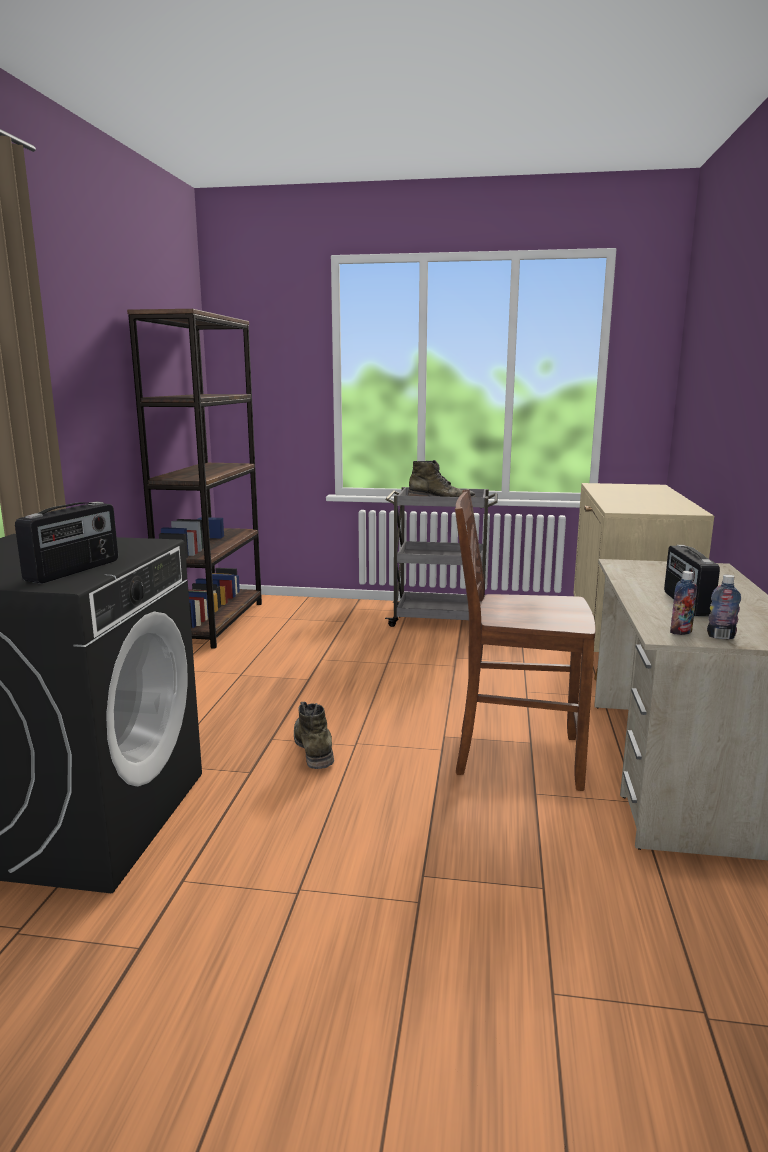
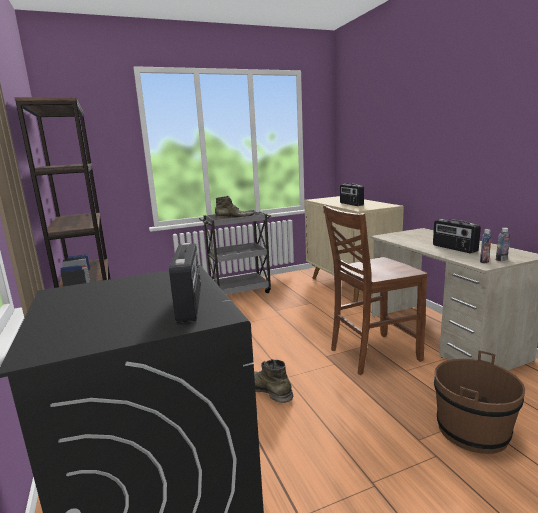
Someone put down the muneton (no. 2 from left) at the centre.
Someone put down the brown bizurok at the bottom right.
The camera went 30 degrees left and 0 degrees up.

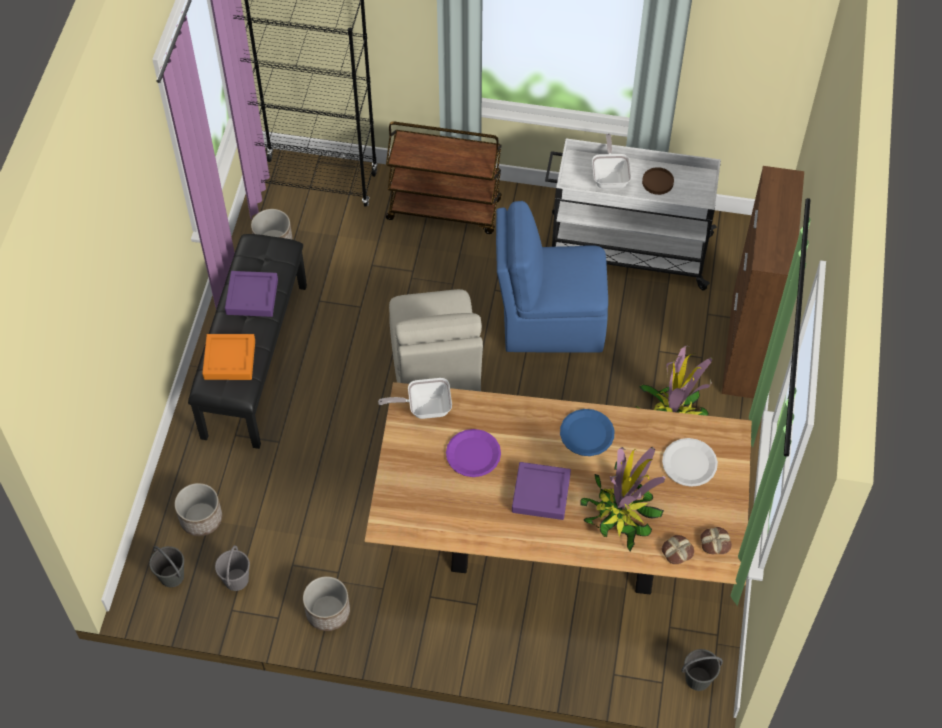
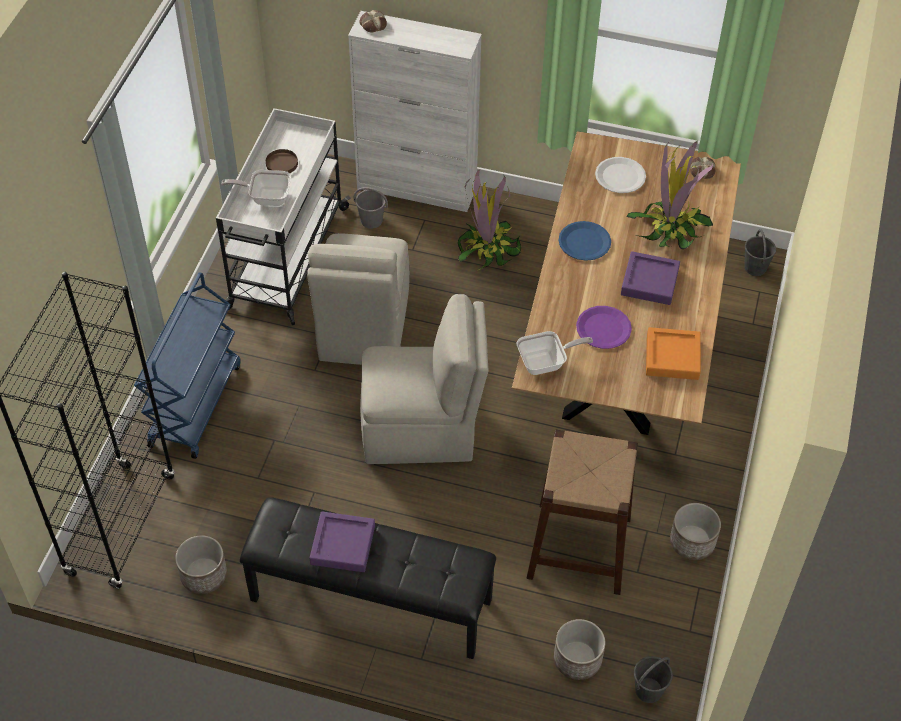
Someone put down the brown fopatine at the bottom centre.
Someone carried the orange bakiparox from the middle left to the middle right.
Someone carried the grey bizurok (no. 2 from left in the first image) from the bottom left to the top centre.
Someone carried the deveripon (no. 1 from left) from the bottom right to the top centre.
Someone repainted the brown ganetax at the top centre, which became the blue ganetax at the middle left.
Someone repainted the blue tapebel at the centre, which became the beige tapebel (no. 1 from left) at the centre.
Someone repainted the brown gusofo at the middle right, which became the white gusofo at the top centre.
Someone rotated the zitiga (no. 1 from left in the first image) at the centre by 105 degrees counterclockwise.
The camera went 85 degrees left and 5 degrees down.

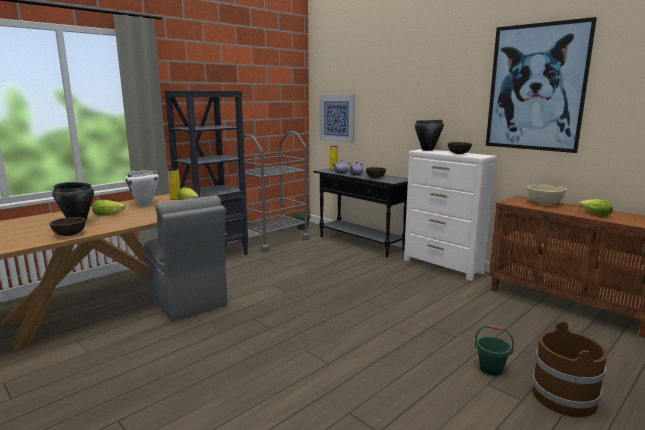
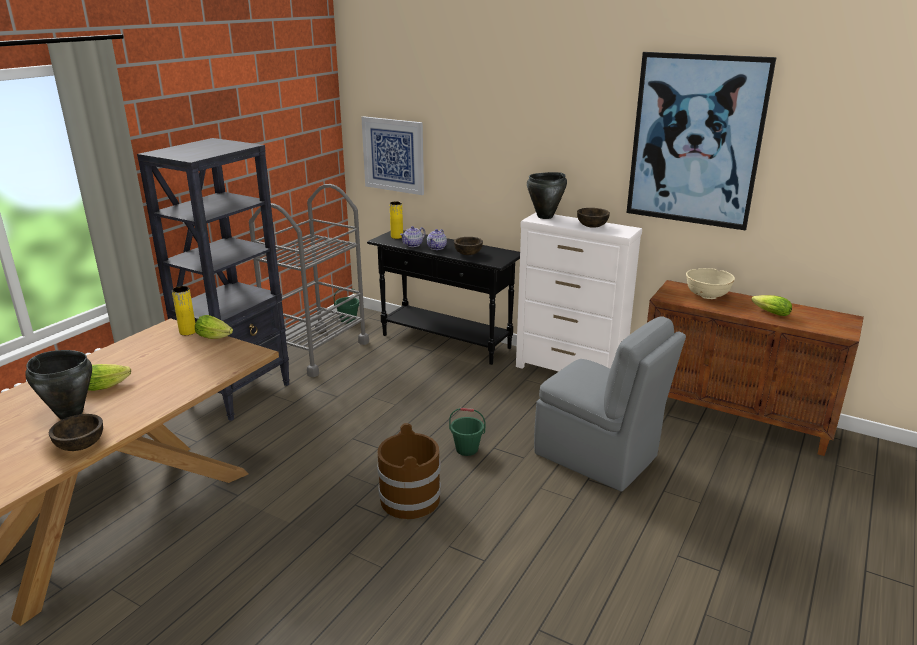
Someone took away the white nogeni at the middle left.
Someone carried the grey tapebel from the middle left to the centre.
Someone carried the green bizurok (no. 2 from left) from the bottom right to the bottom centre.
Someone carried the brown bizurok from the bottom right to the bottom centre.
The camera went 15 degrees left and 10 degrees up.

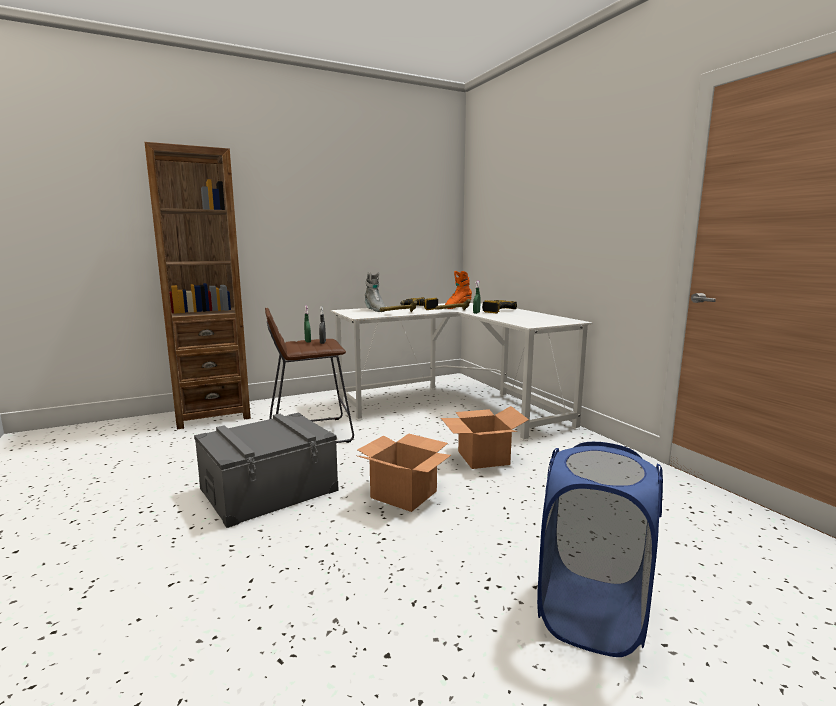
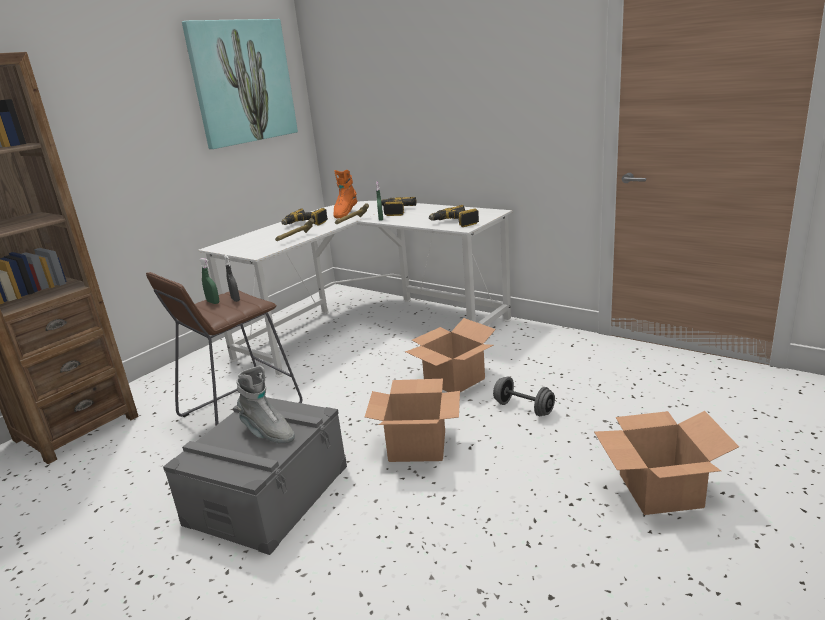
Someone put up the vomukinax at the top left.
Someone put down the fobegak (no. 3 from left) at the centre.
Someone put down the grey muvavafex at the centre.
Someone carried the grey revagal from the centre to the middle left.
Someone swapped the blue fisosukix at the bottom right for the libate (no. 3 from left) at the bottom right.
The camera went 25 degrees left and 10 degrees up.

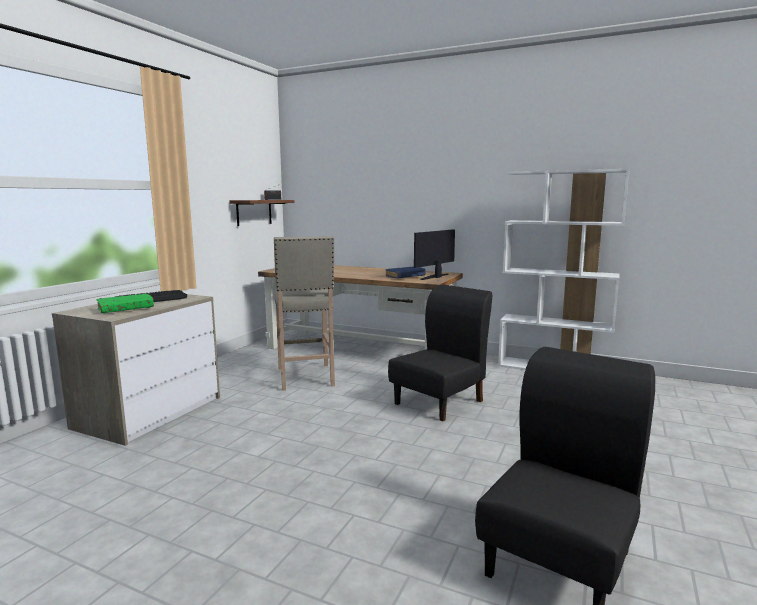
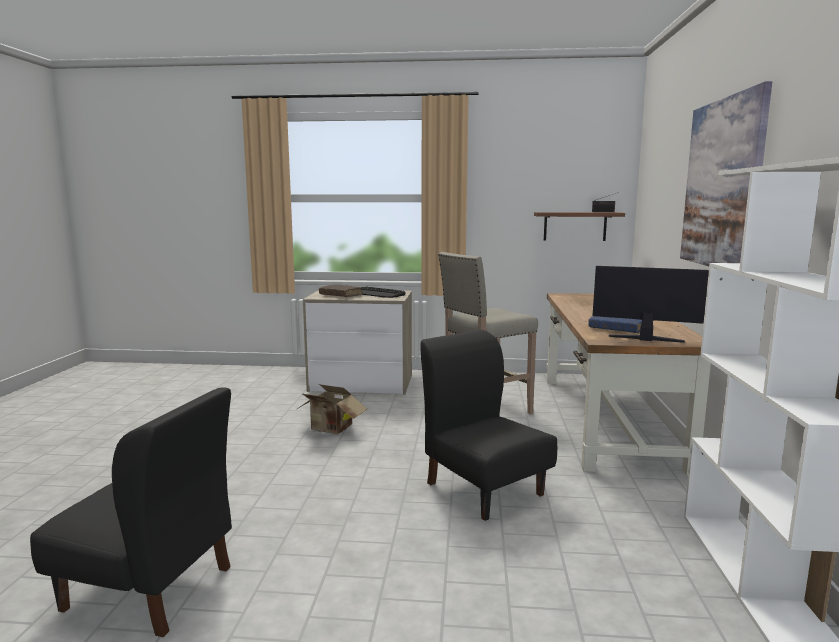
Someone put down the libate at the centre.
Someone put up the vomukinax at the top right.
Someone repainted the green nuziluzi at the middle left, which became the brown nuziluzi at the centre.
Someone rotated the black tapebel (no. 1 from left in the first image) at the centre by 150 degrees counterclockwise.
The camera went 70 degrees right and 0 degrees up.

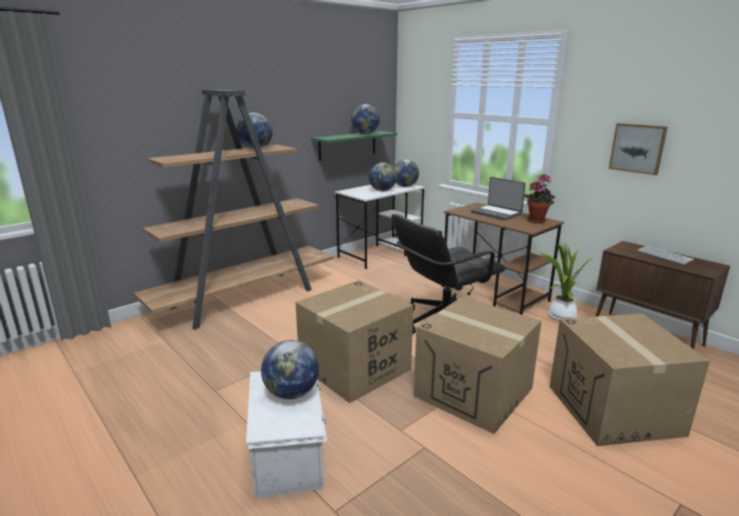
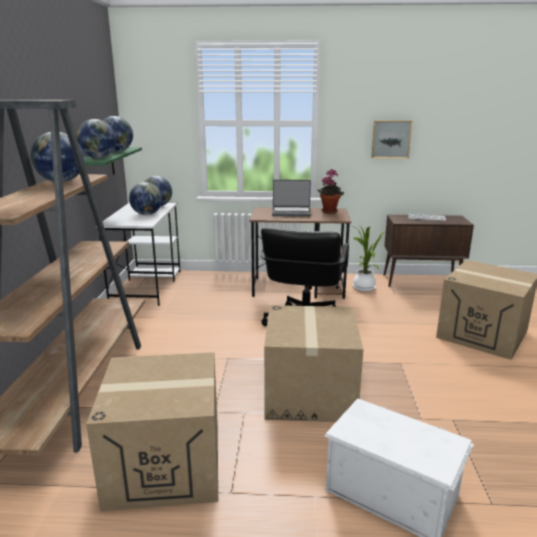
Someone carried the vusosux (no. 2 from left) from the bottom centre to the top left.
Someone carried the libate (no. 2 from left in the first image) from the bottom centre to the bottom left.
The camera went 45 degrees left and 0 degrees up.

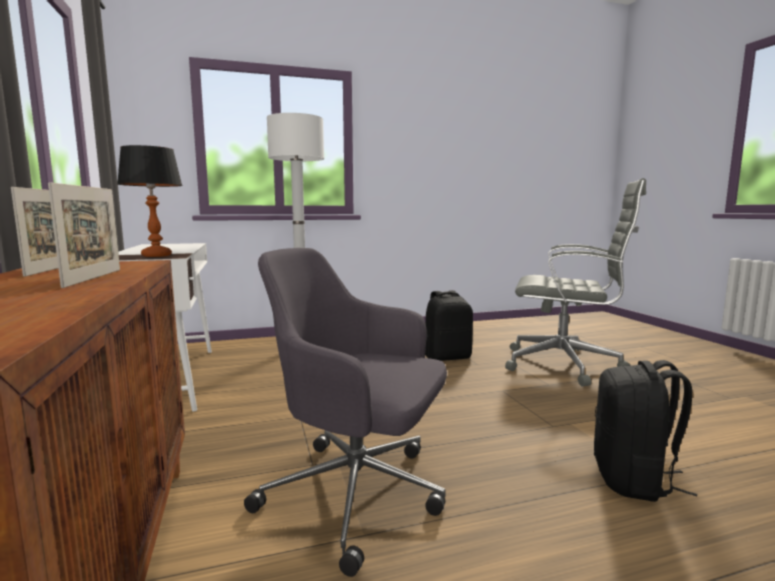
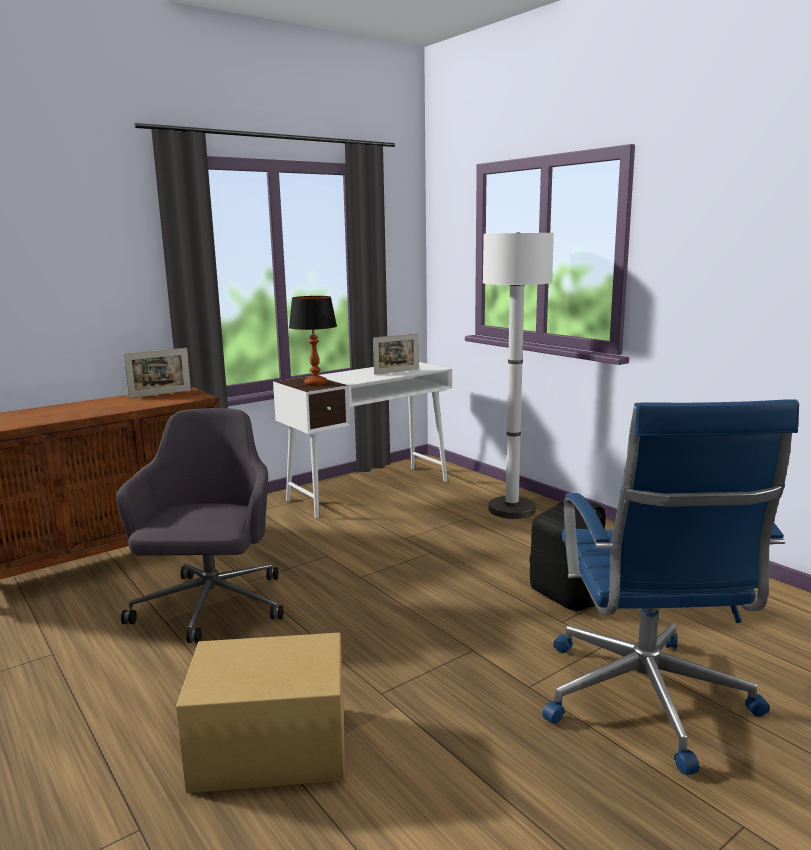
Someone carried the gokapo (no. 2 from left) from the middle left to the centre.
Someone swapped the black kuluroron (no. 2 from left) at the bottom right for the libate at the bottom left.
Someone repainted the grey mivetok (no. 2 from left) at the middle right, which became the blue mivetok at the bottom right.
The camera went 70 degrees right and 5 degrees up.

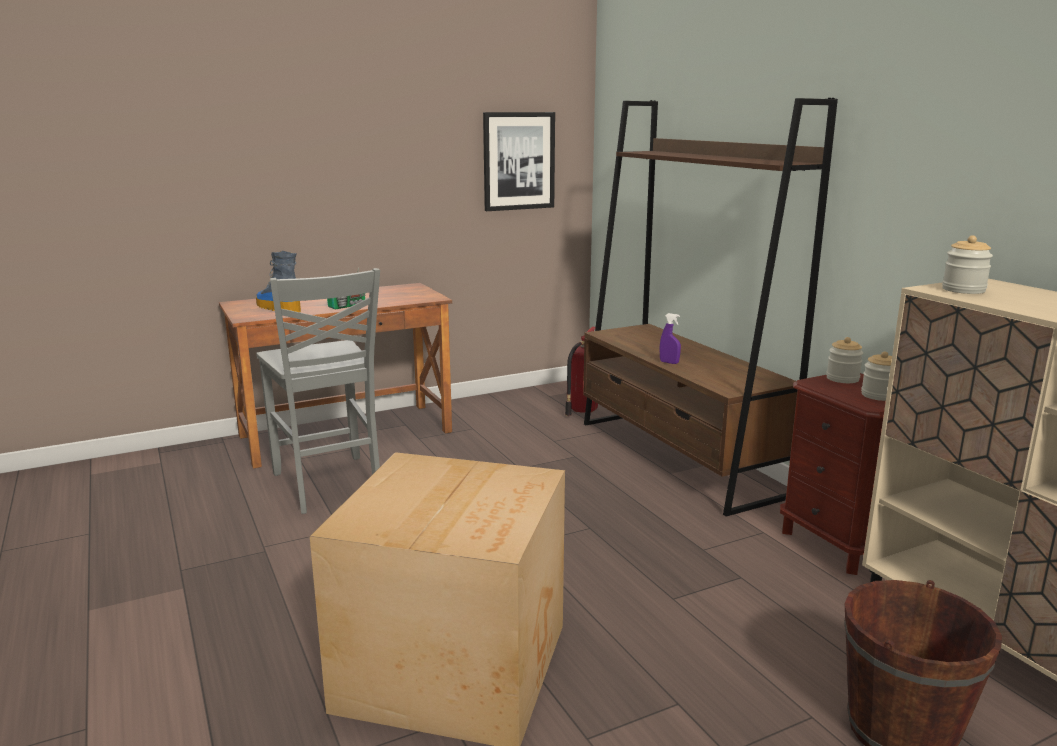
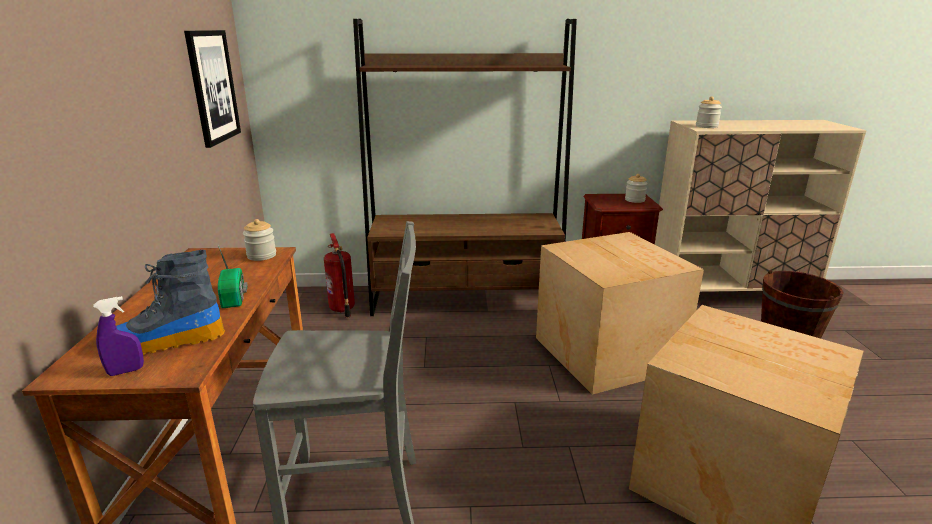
Someone put down the libate (no. 1 from left) at the centre.
Someone carried the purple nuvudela from the centre to the middle left.
Someone carried the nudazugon (no. 1 from left) from the middle right to the middle left.
The camera went 65 degrees left and 5 degrees up.

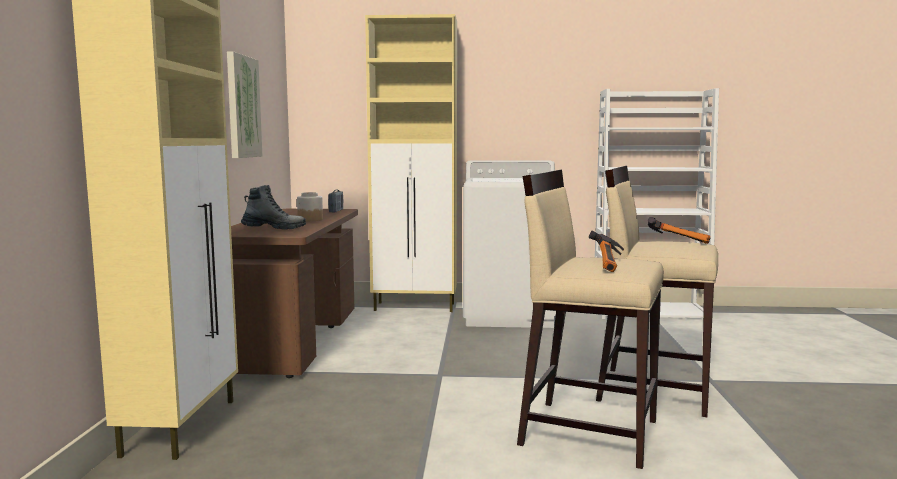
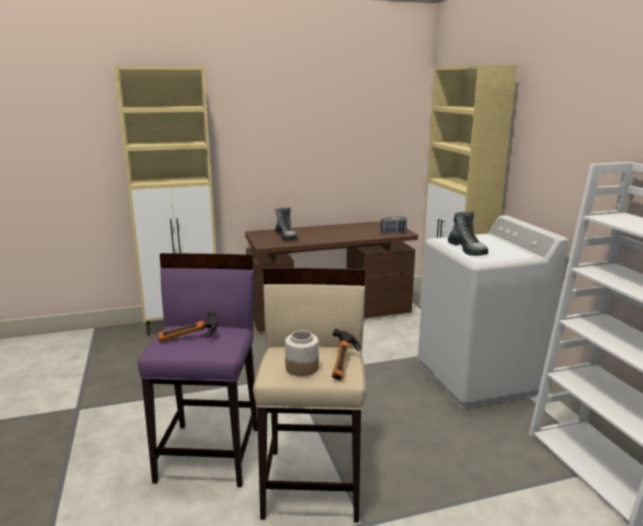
Someone took away the vomukinax at the top left.
Someone put down the revagal (no. 2 from left) at the middle right.
Someone carried the nudazugon from the centre to the bottom centre.
Someone repainted the beige fopatine (no. 1 from left) at the centre, which became the purple fopatine at the bottom left.
The camera went 70 degrees right and 10 degrees up.

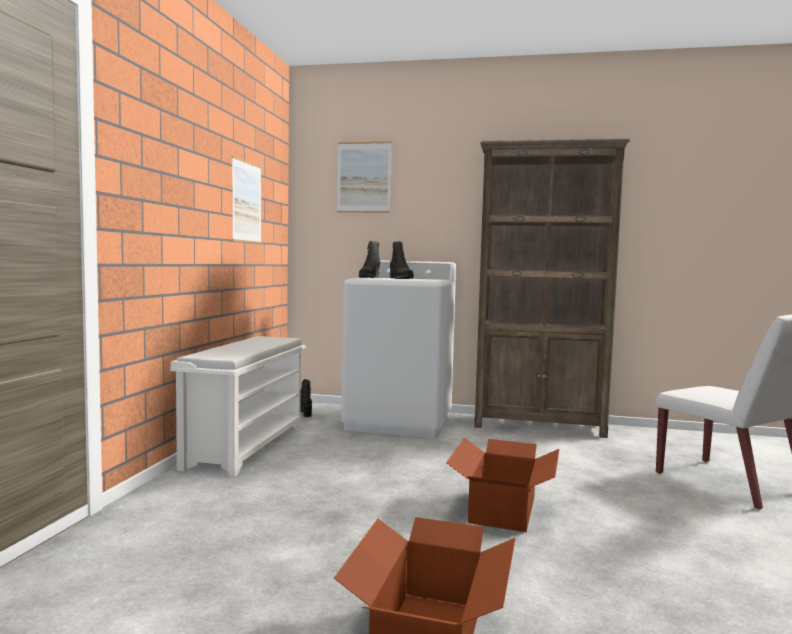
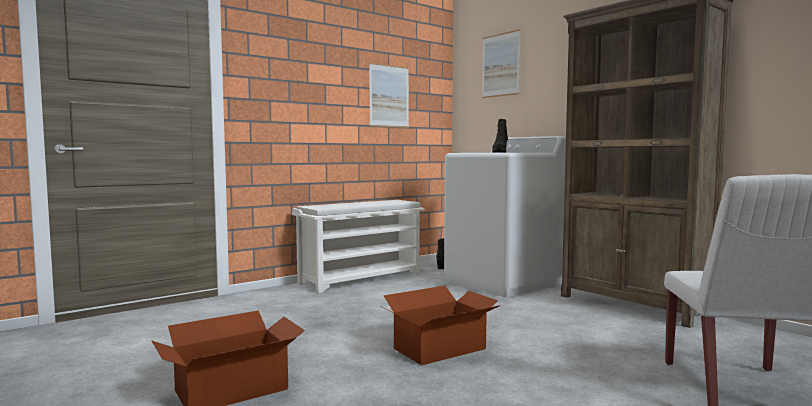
Someone took away the black revagal (no. 2 from left) at the centre.
The camera went 40 degrees right and 0 degrees up.

